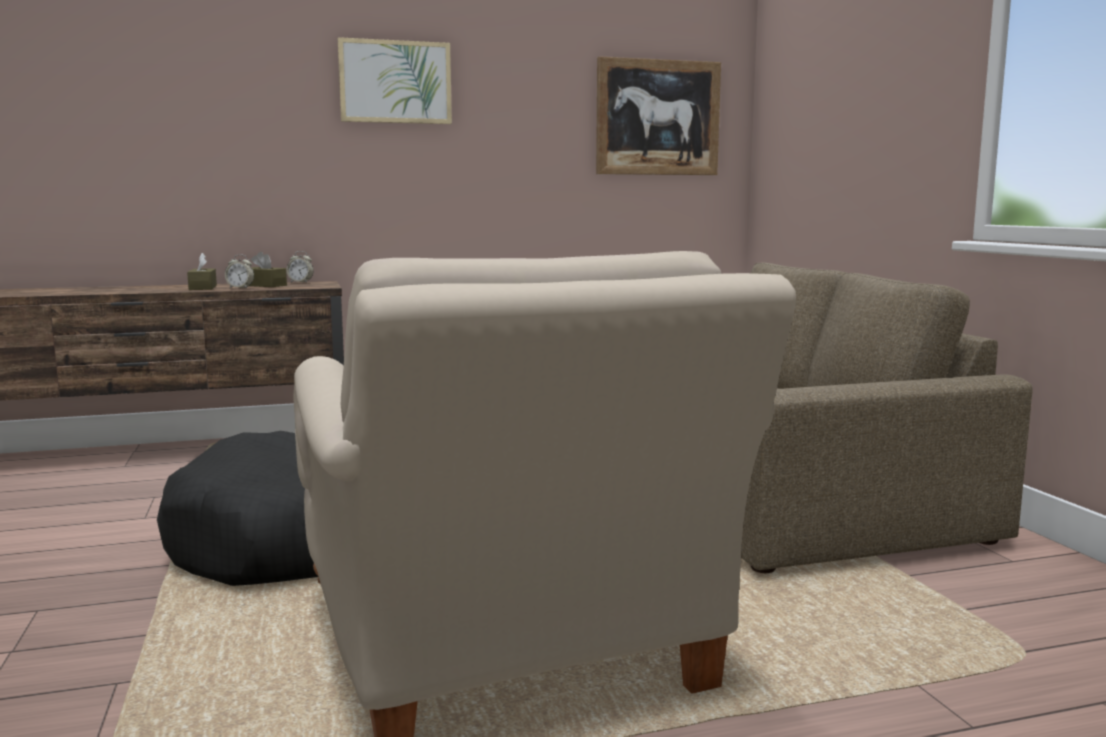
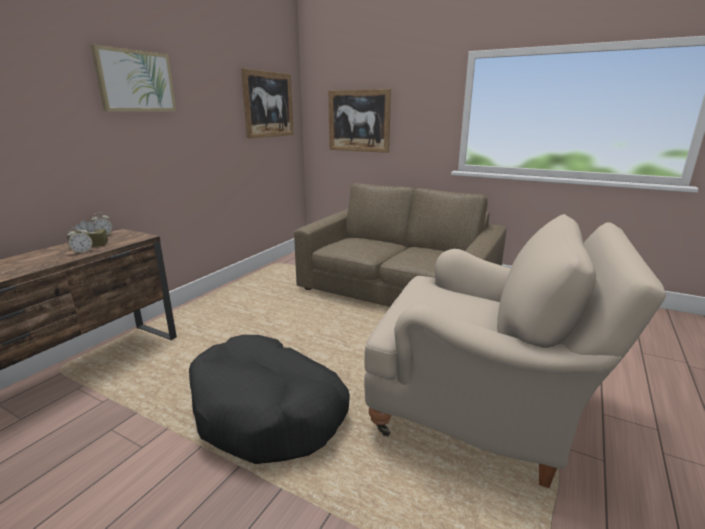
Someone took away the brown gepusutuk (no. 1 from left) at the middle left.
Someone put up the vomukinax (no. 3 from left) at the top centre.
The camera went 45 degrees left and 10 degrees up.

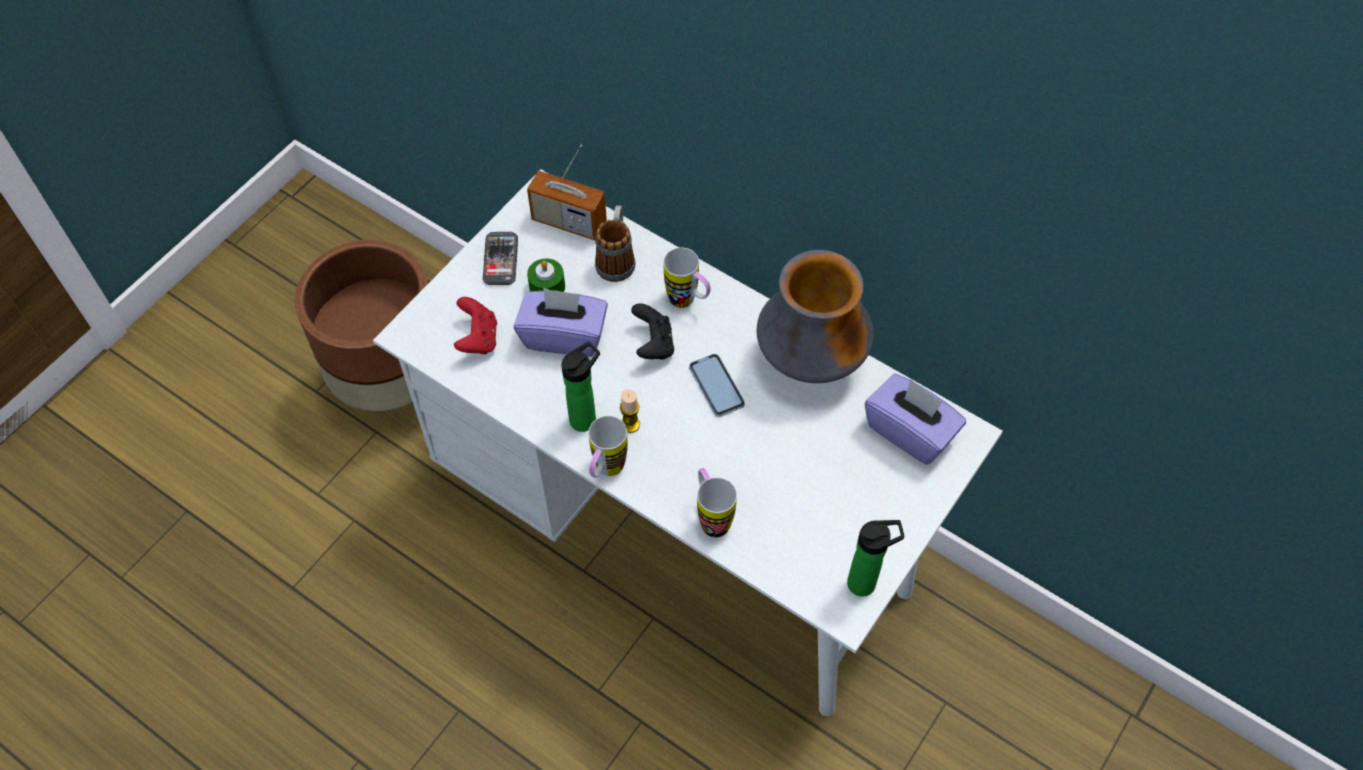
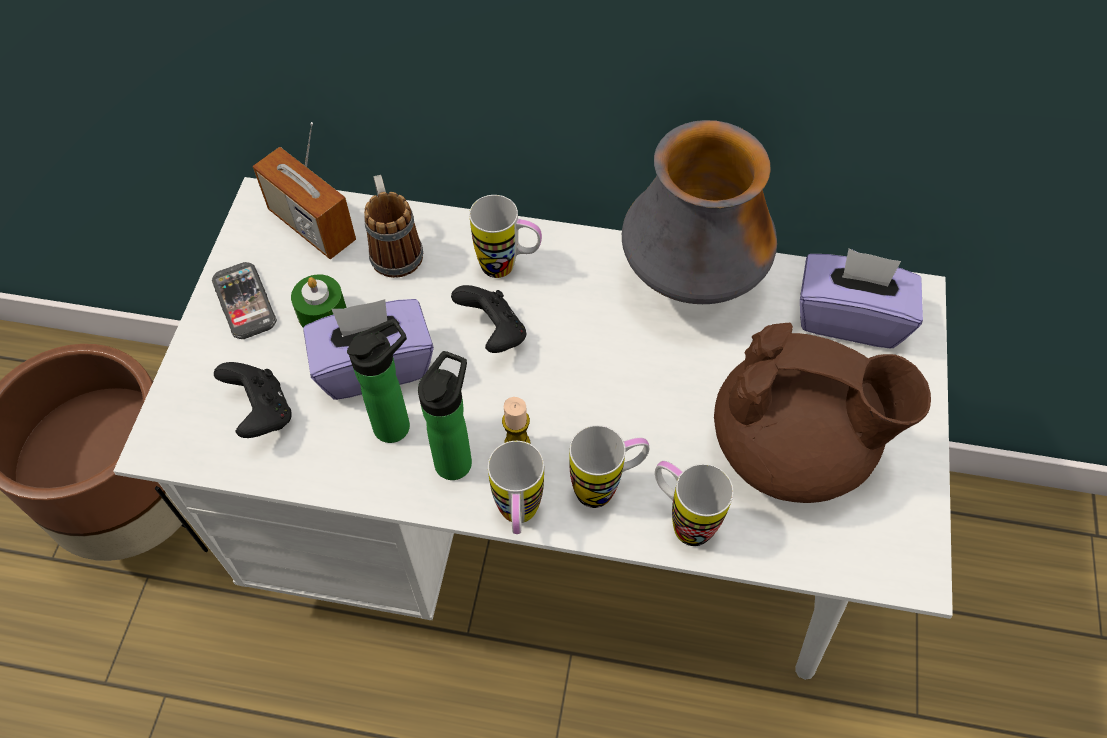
Someone took away the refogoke (no. 2 from left) at the centre.
Someone put down the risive (no. 4 from left) at the centre.
Someone put down the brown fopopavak at the middle right.
Someone carried the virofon (no. 2 from left in the first image) from the bottom centre to the centre.
Someone repainted the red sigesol at the centre, which became the black sigesol (no. 1 from left) at the middle left.
Someone rotated the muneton at the top centre by 45 degrees clockwise.
The camera went 25 degrees left and 0 degrees up.

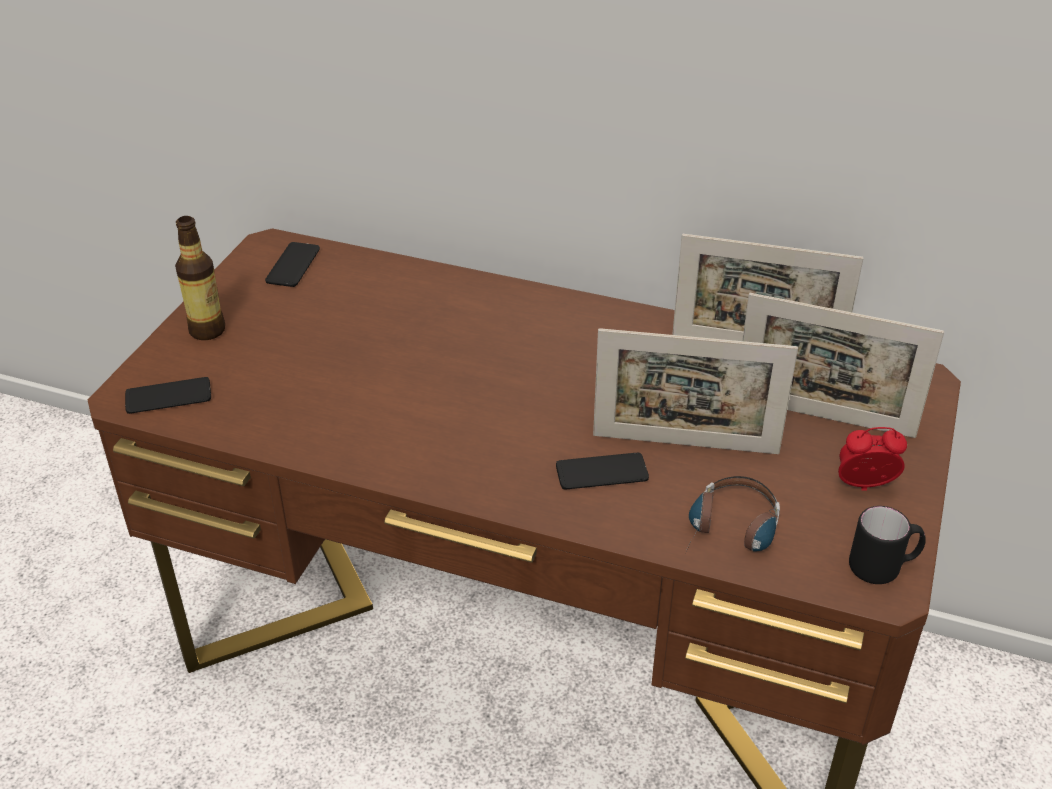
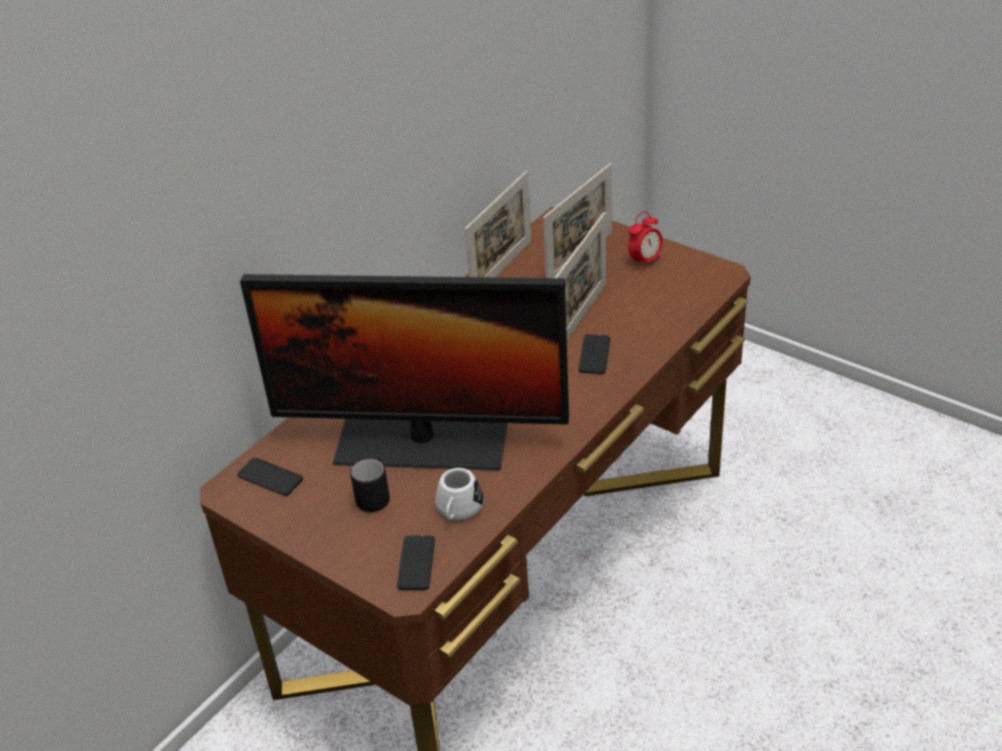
Someone took away the virofon at the middle left.
Someone took away the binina at the middle right.
Someone put down the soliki at the centre.
Someone put down the white risive at the centre.
Someone carried the black risive from the bottom right to the centre.
Someone rotated the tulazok at the middle right by 150 degrees counterclockwise.
The camera went 70 degrees left and 0 degrees up.

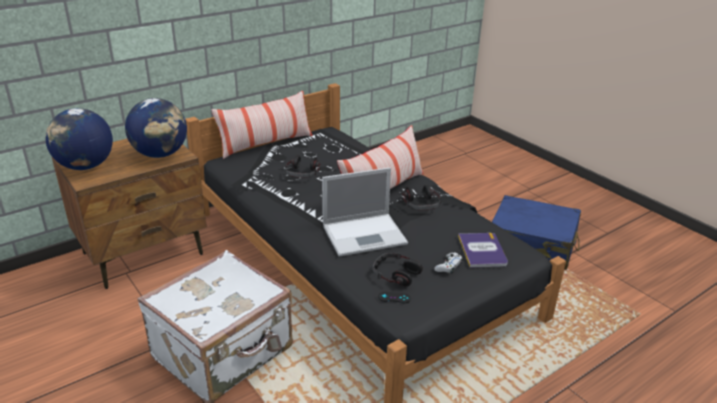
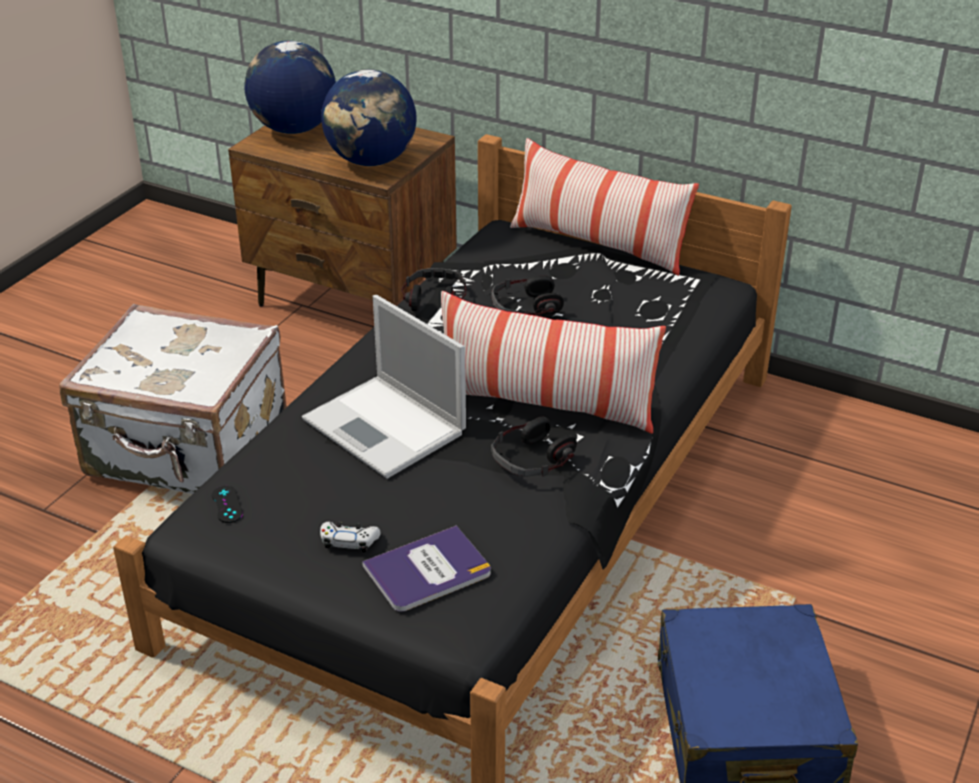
Someone carried the binina (no. 2 from left in the first image) from the bottom centre to the centre.
The camera went 65 degrees right and 5 degrees up.

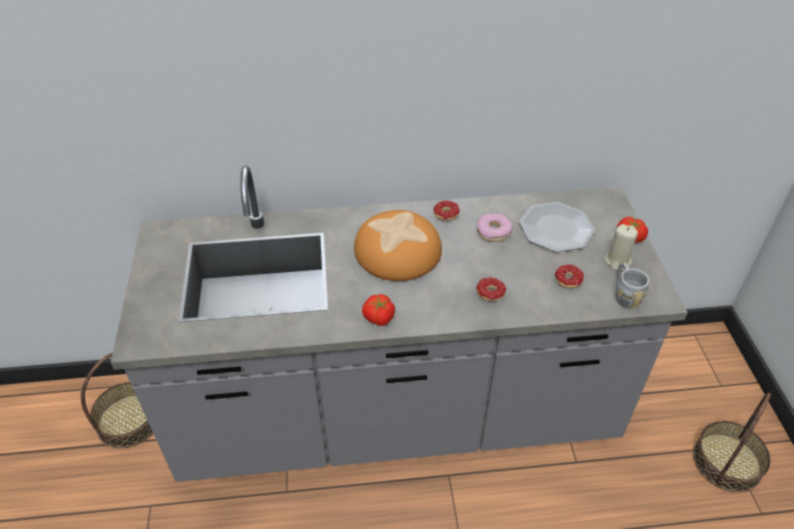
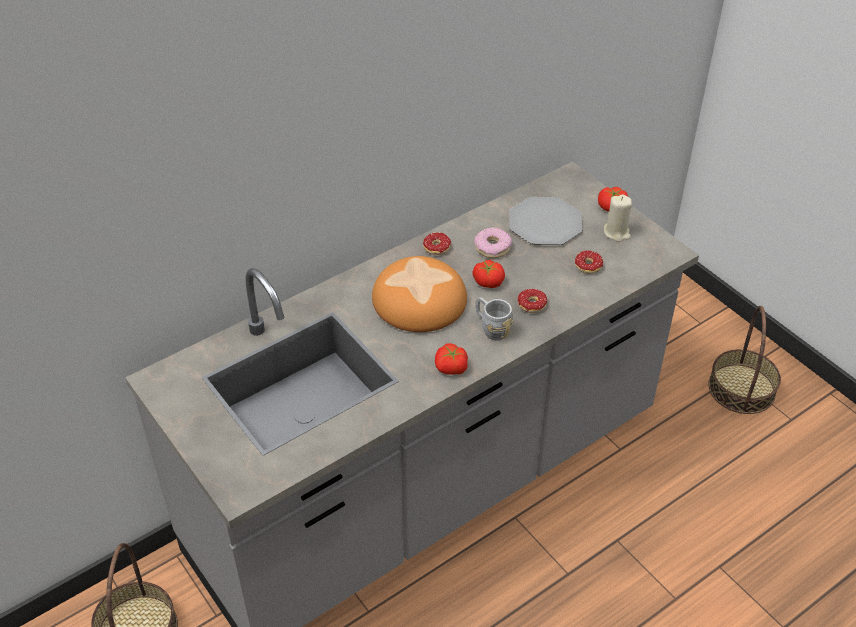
Someone put down the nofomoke (no. 2 from left) at the centre.
Someone carried the grey risive from the middle right to the centre.
The camera went 30 degrees left and 0 degrees up.

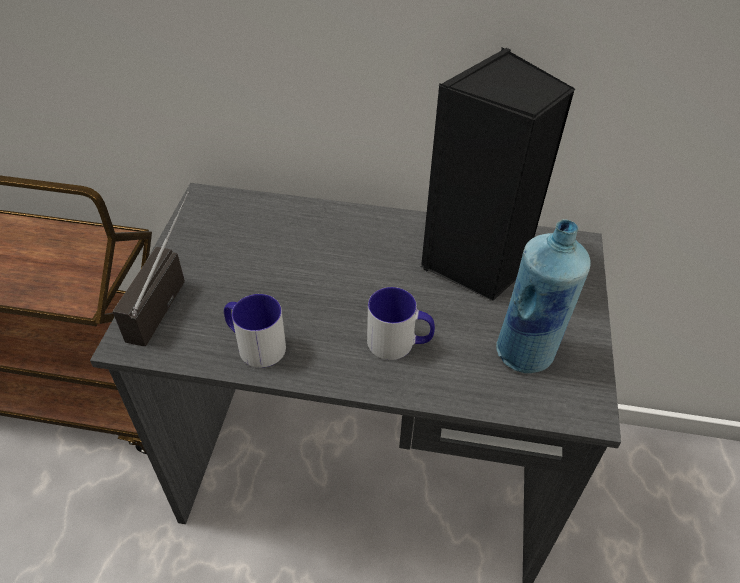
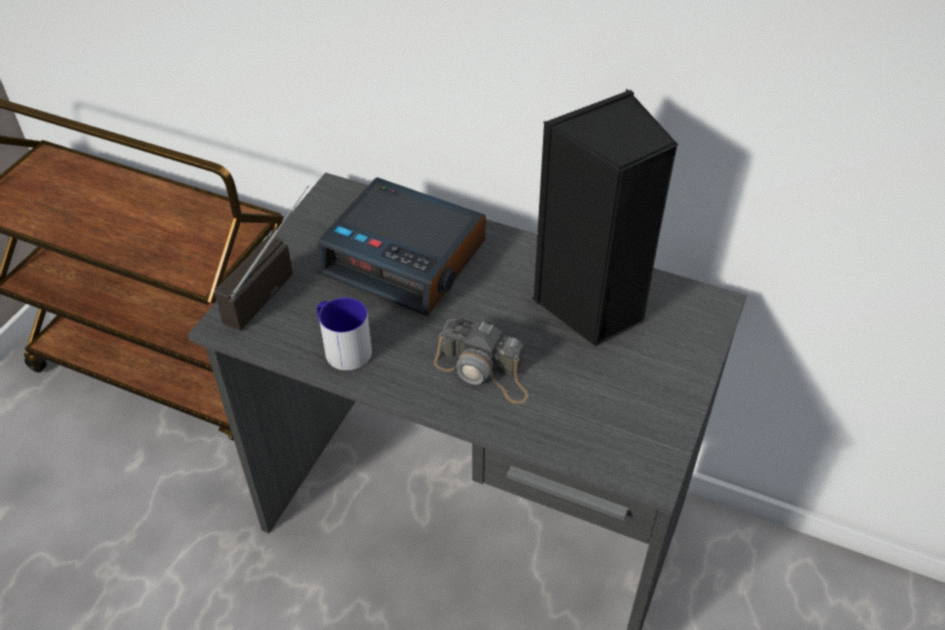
Someone took away the blue virofon at the middle right.
Someone put down the tulazok at the centre.
Someone swapped the risive (no. 2 from left) at the centre for the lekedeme at the centre.
The camera went 15 degrees right and 0 degrees up.

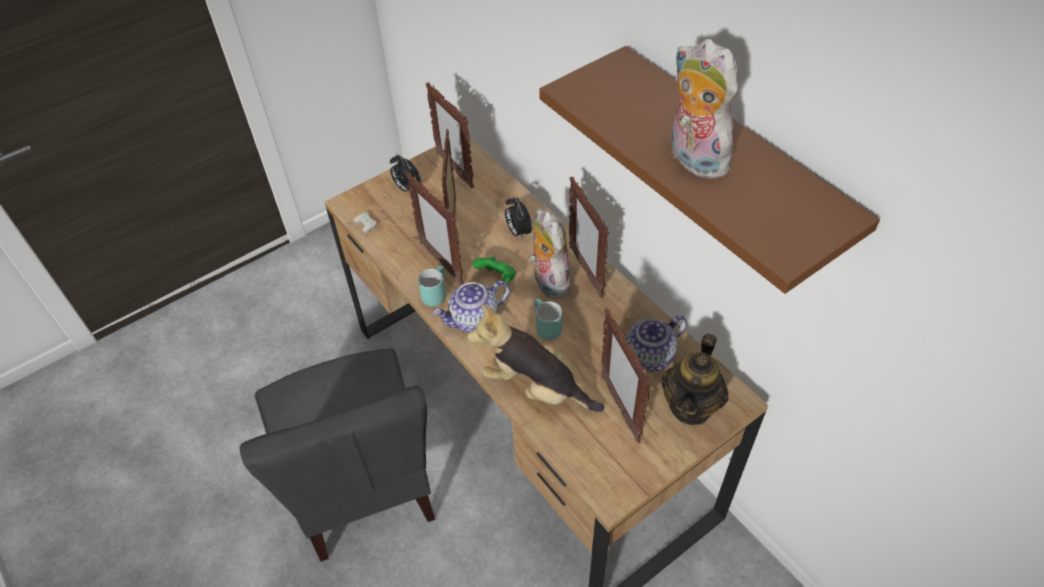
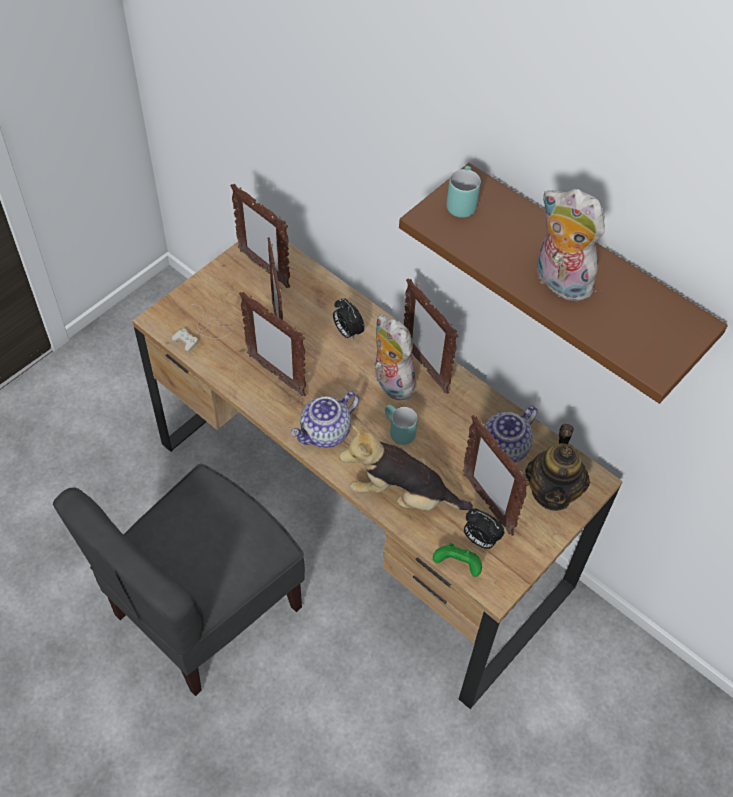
Someone carried the tulazok (no. 1 from left in the first image) from the top centre to the centre.
Someone carried the turquoise risive (no. 1 from left in the first image) from the centre to the top centre.
Someone carried the green sigesol from the centre to the bottom centre.
Someone rotated the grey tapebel at the bottom left by 75 degrees clockwise.
The camera went 15 degrees left and 5 degrees up.

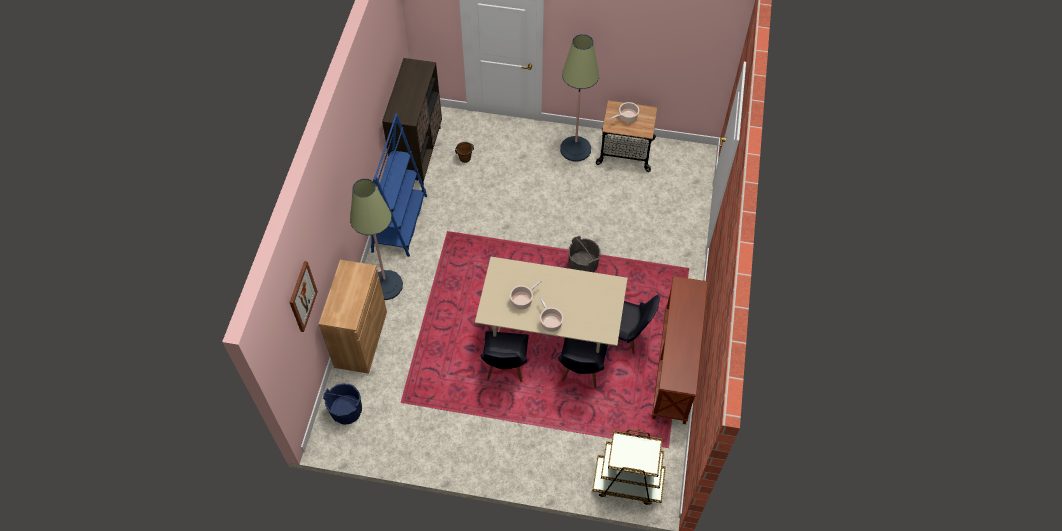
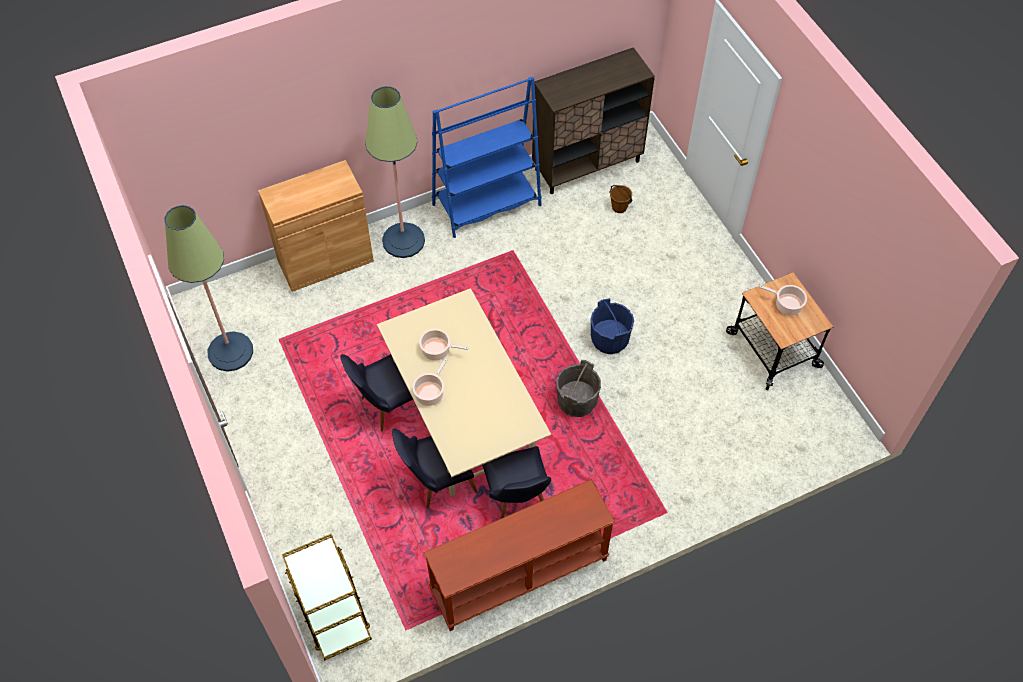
Someone took away the vomukinax at the middle left.
Someone carried the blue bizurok from the bottom left to the centre.
Someone carried the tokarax (no. 2 from left in the first image) from the top centre to the middle left.
The camera went 55 degrees right and 0 degrees up.

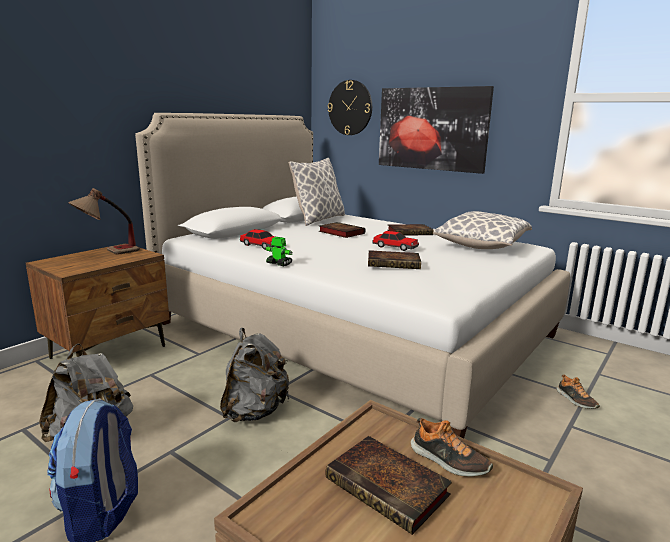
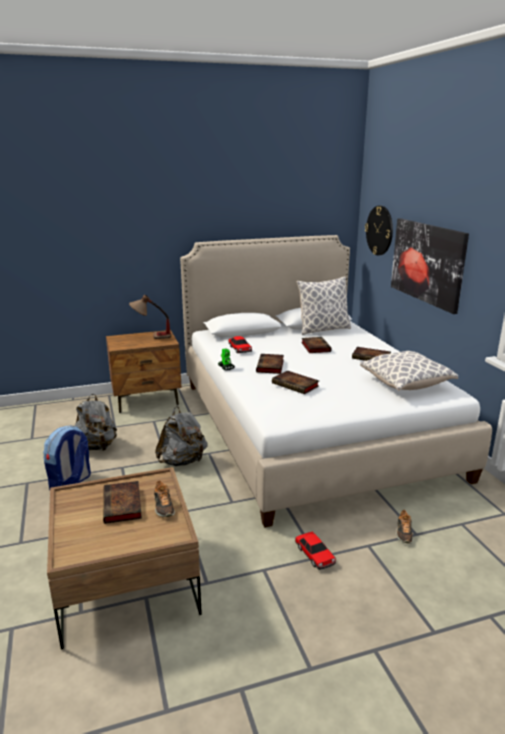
Someone put down the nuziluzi (no. 2 from left) at the centre.
Someone carried the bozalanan (no. 2 from left) from the centre to the bottom centre.
The camera went 35 degrees right and 5 degrees up.

